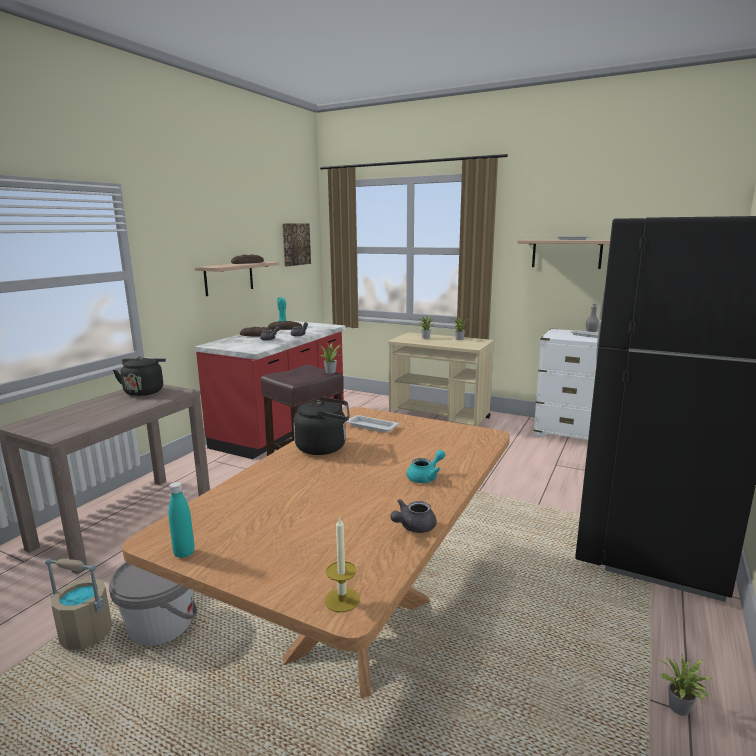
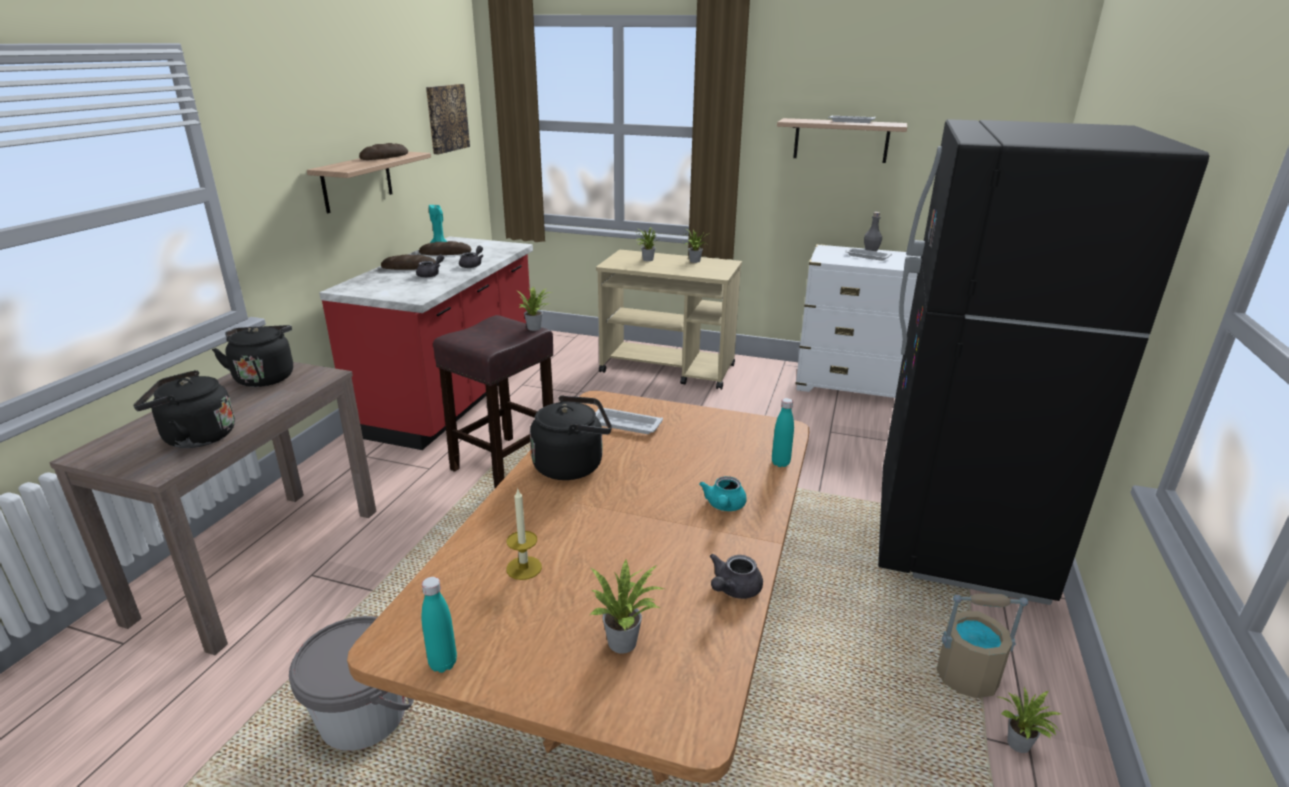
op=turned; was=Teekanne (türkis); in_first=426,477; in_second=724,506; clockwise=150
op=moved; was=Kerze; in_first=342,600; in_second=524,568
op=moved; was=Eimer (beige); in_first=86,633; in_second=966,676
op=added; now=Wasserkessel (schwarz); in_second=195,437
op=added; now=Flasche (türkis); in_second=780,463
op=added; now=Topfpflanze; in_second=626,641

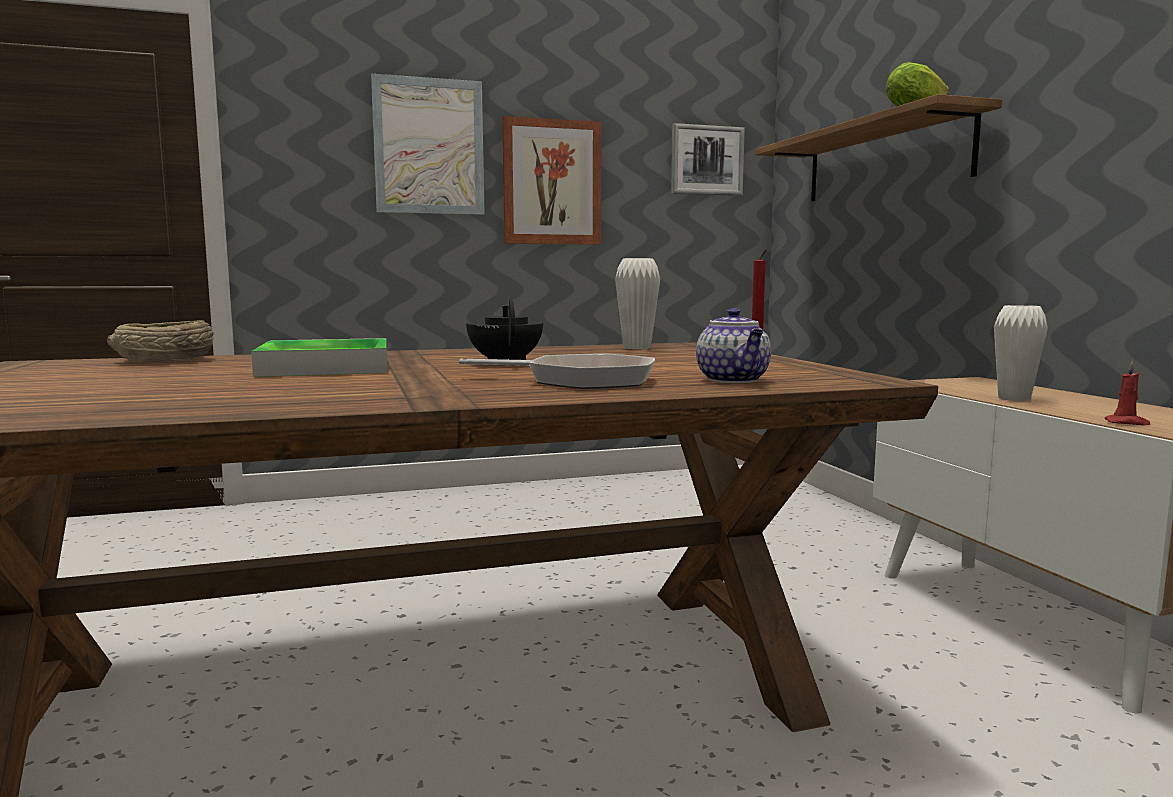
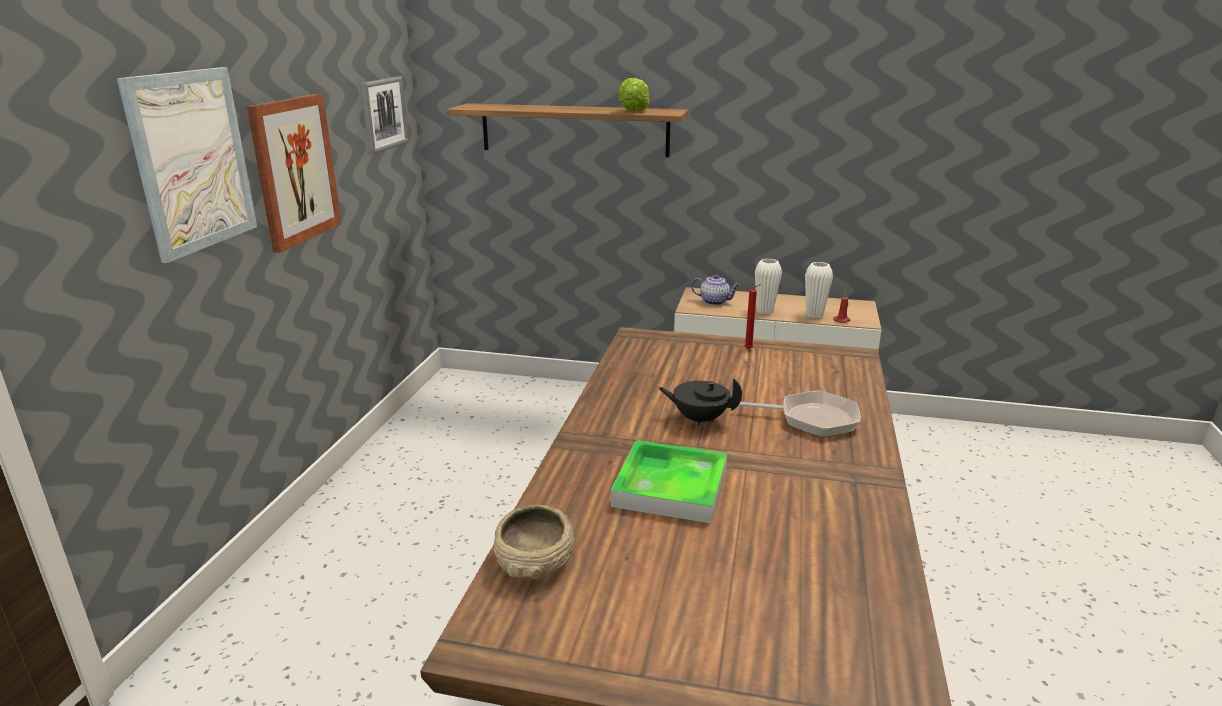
op=moved; was=Vase (weiß); in_first=637,348; in_second=814,315
op=moved; was=Teekanne; in_first=734,380; in_second=715,302
op=turned; was=Pfanne; in_first=581,380; in_second=812,419; clockwise=60

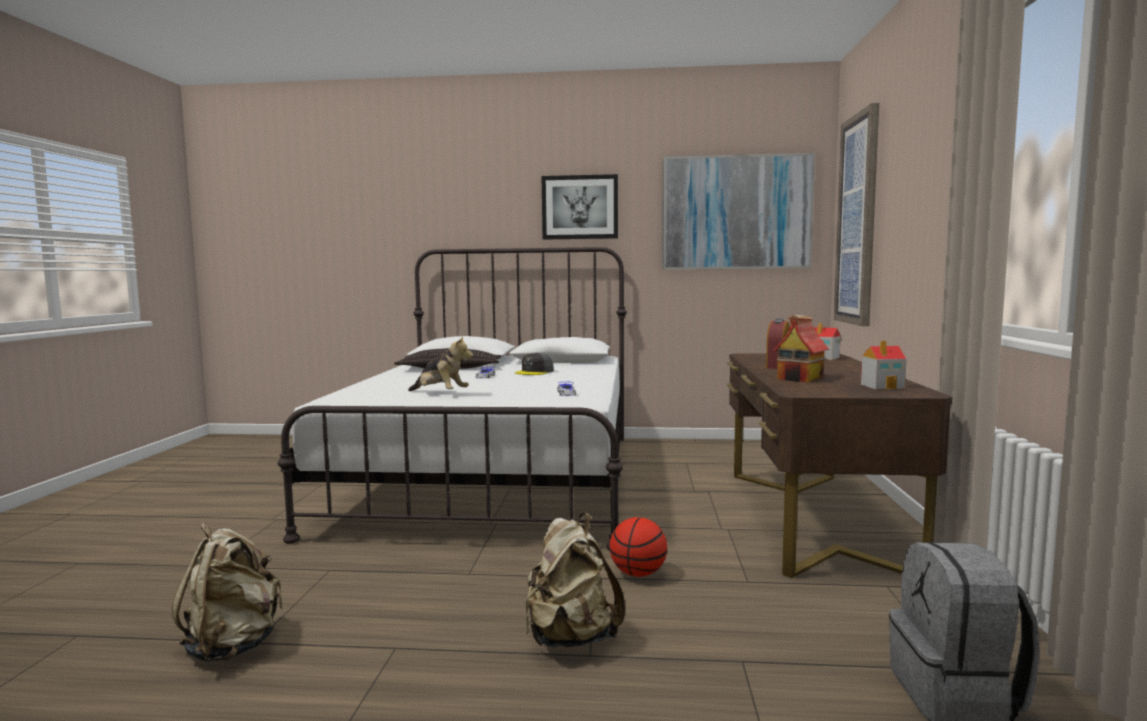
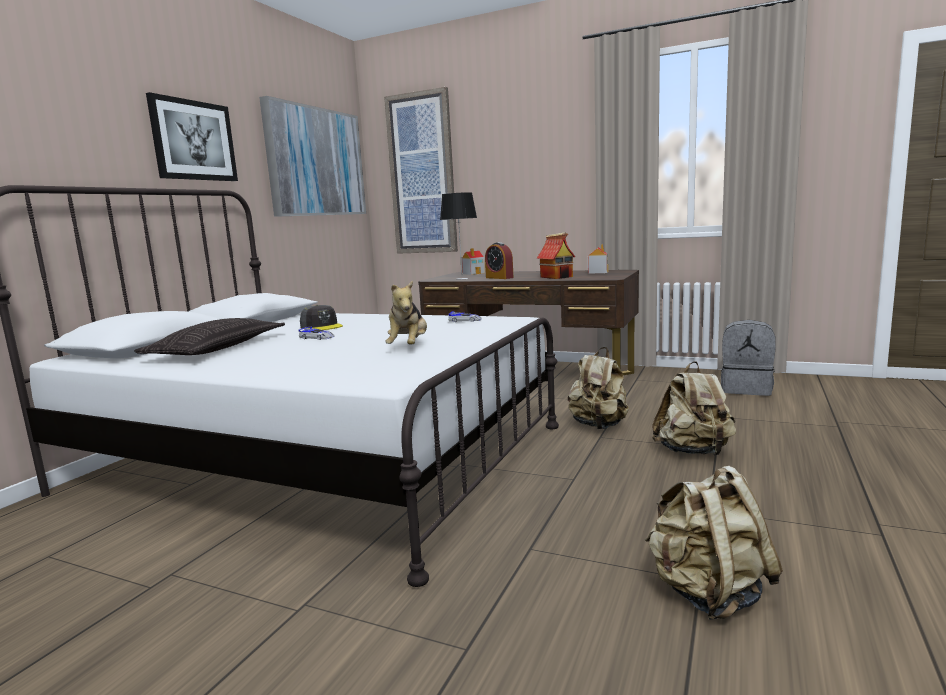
op=turned; was=Plüschtier; in_first=440,394; in_second=409,347; clockwise=135
op=replaced; was=Basketball; now=Rucksack (beige); in_first=638,574; in_second=599,426
op=added; now=Tischlampe; in_second=462,278

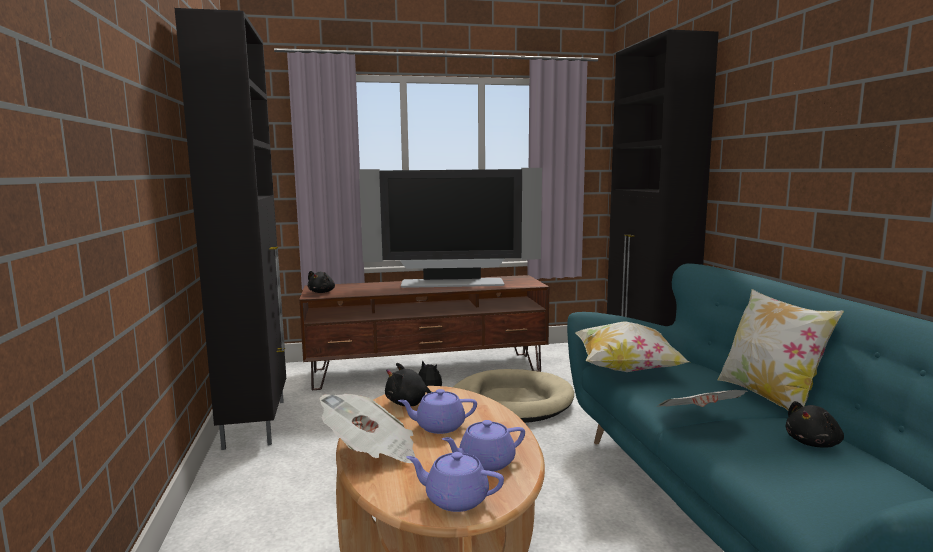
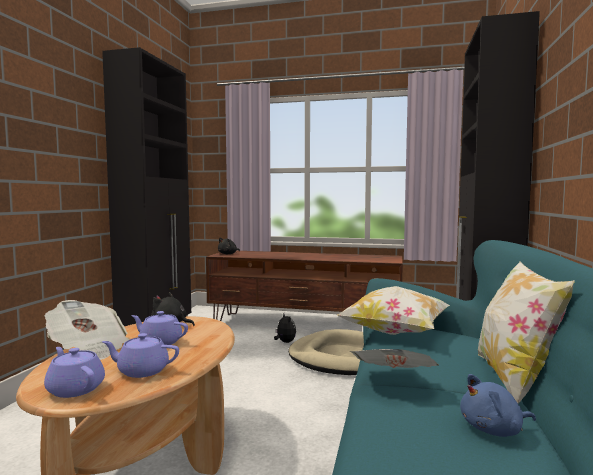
op=removed; was=Fernseher; in_first=452,283
op=recoloured; was=Plüschtier (schwarz); now=Plüschtier (blau); in_first=813,443; in_second=494,430

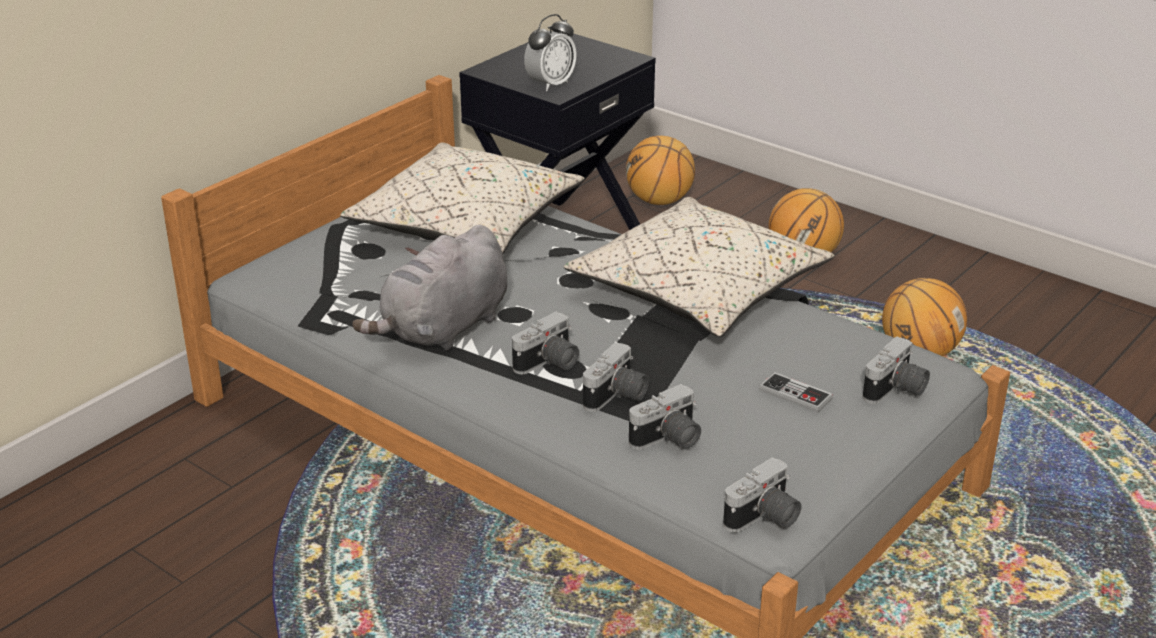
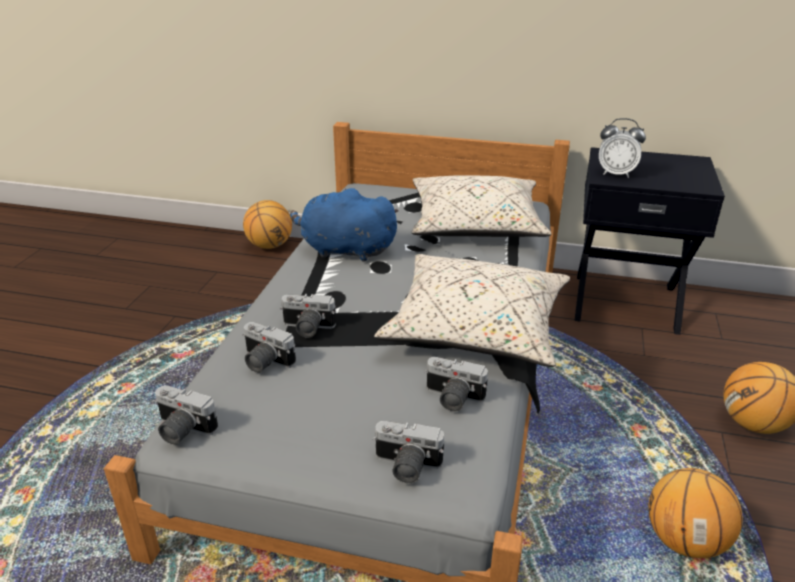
op=moved; was=Basketball; in_first=659,201; in_second=269,246
op=recoloured; was=Plüschtier (grau); now=Plüschtier (blau); in_first=443,329; in_second=344,250
op=moved; was=Kamera; in_first=549,364; in_second=452,399
op=removed; was=Gamepad; in_first=795,395

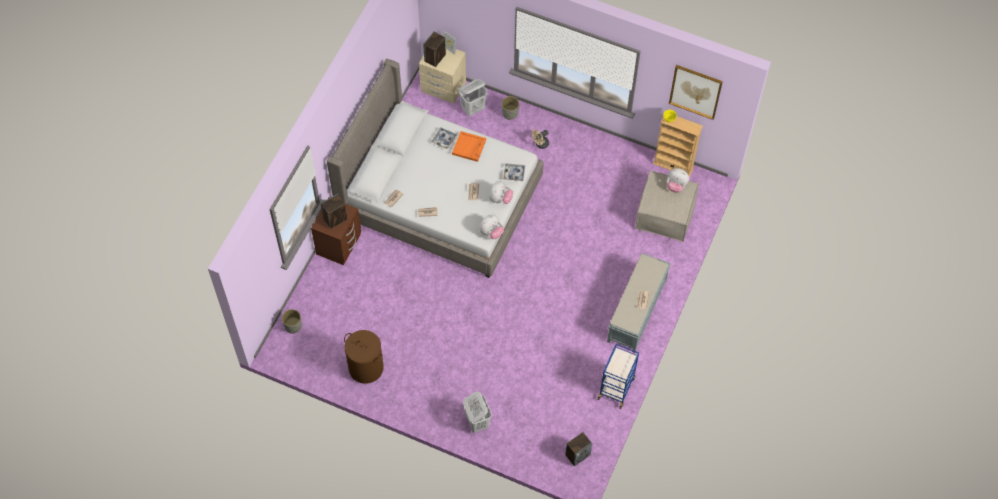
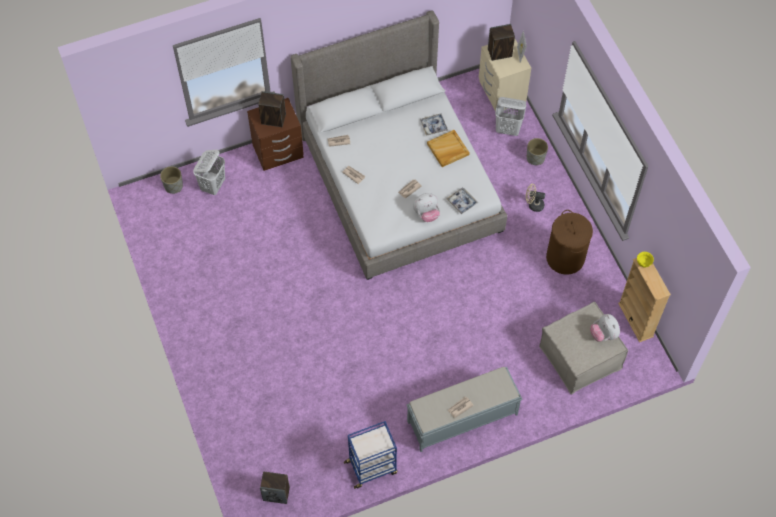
op=removed; was=Bild; in_first=695,91
op=recoloured; was=Tablett (orange); now=Tablett (beige); in_first=469,147; in_second=448,149
op=removed; was=Plüschtier; in_first=491,232
op=moved; was=Wäschekorb (braun); in_first=366,367; in_second=565,258
op=moved; was=Wäschekorb (weiß); in_first=477,422; in_second=213,185

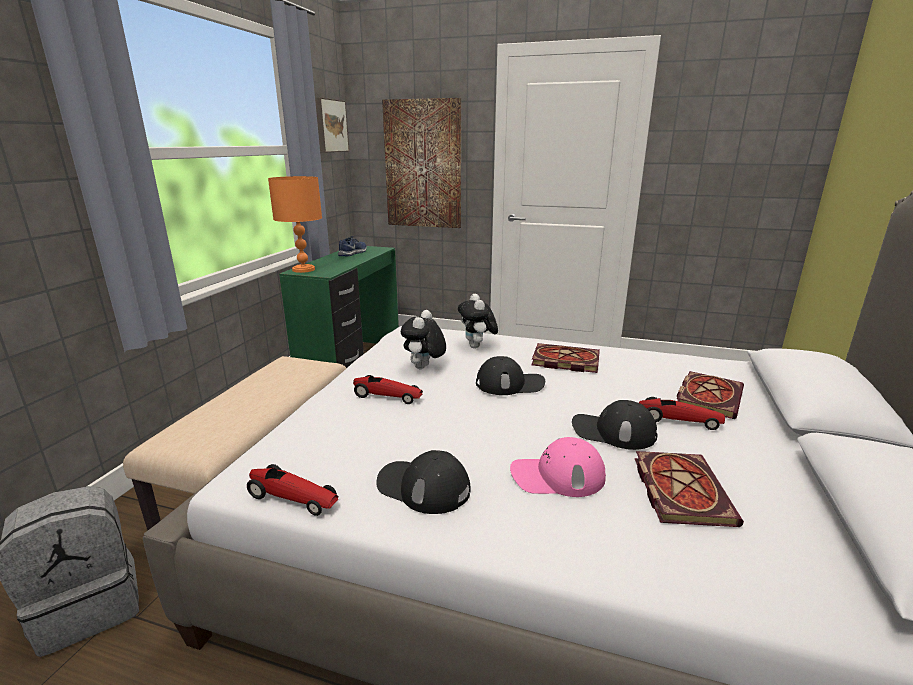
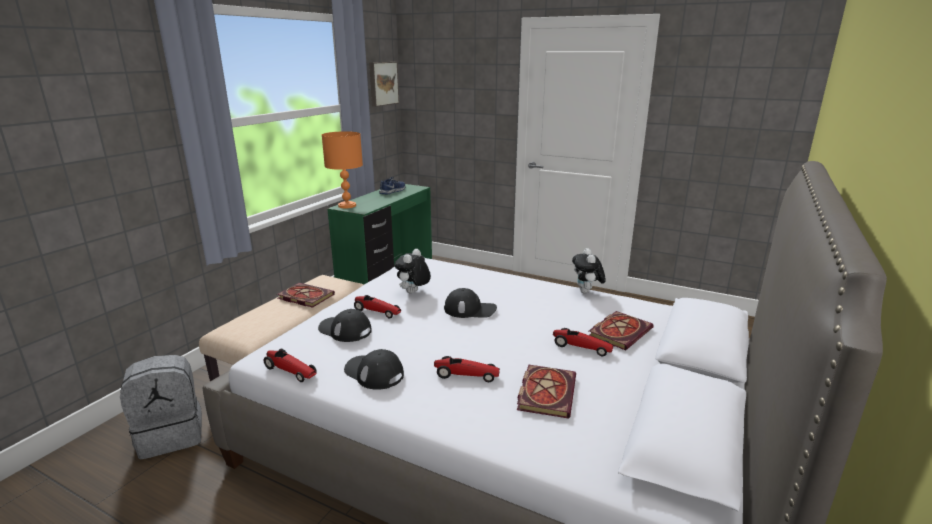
op=removed; was=Bild; in_first=423,165
op=moved; was=Plüschtier; in_first=477,347; in_second=586,292
op=moved; was=Buch; in_first=563,361; in_second=304,297
op=moved; was=Kappe (schwarz); in_first=613,431; in_second=345,330
op=replaced; was=Kappe (rosa); now=Spielzeugauto; in_first=557,476; in_second=466,375

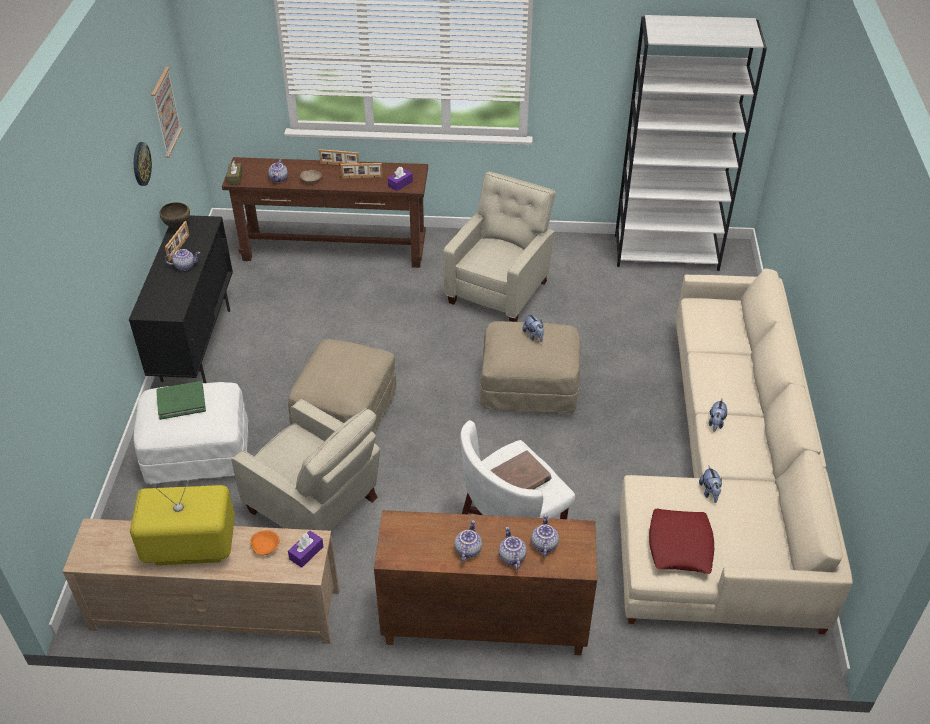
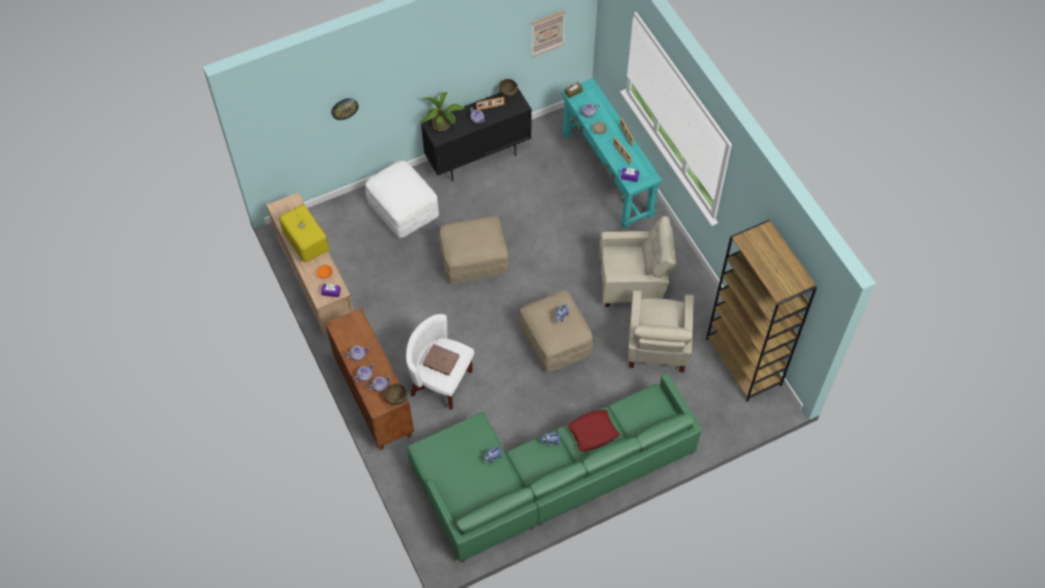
op=recoloured; was=Bücherregal (weiß); now=Bücherregal (braun); in_first=666,252; in_second=744,362
op=moved; was=Wanduhr; in_first=141,164; in_second=344,108
op=recoloured; was=Konsolentisch (braun); now=Konsolentisch (türkis); in_first=334,250; in_second=607,174
op=recoloured; was=Sofa (beige); now=Sofa (grün); in_first=728,482; in_second=545,476
op=removed; was=Buch (grün); in_first=181,402
op=moved; was=Sessel (beige); in_first=316,507; in_second=656,347
op=moved; was=Kissen (rot); in_first=680,545; in_second=592,432
op=added; now=Topfpflanze; in_second=443,125
op=added; now=Schüssel (braun); in_second=397,399

